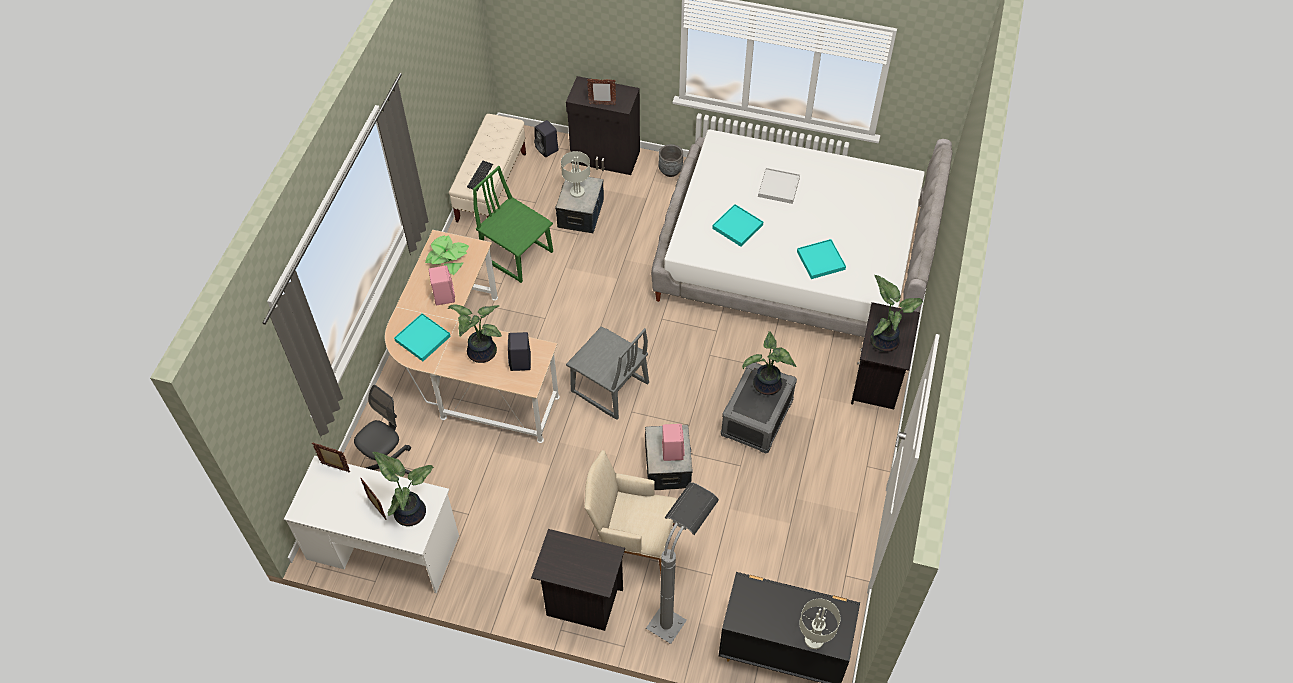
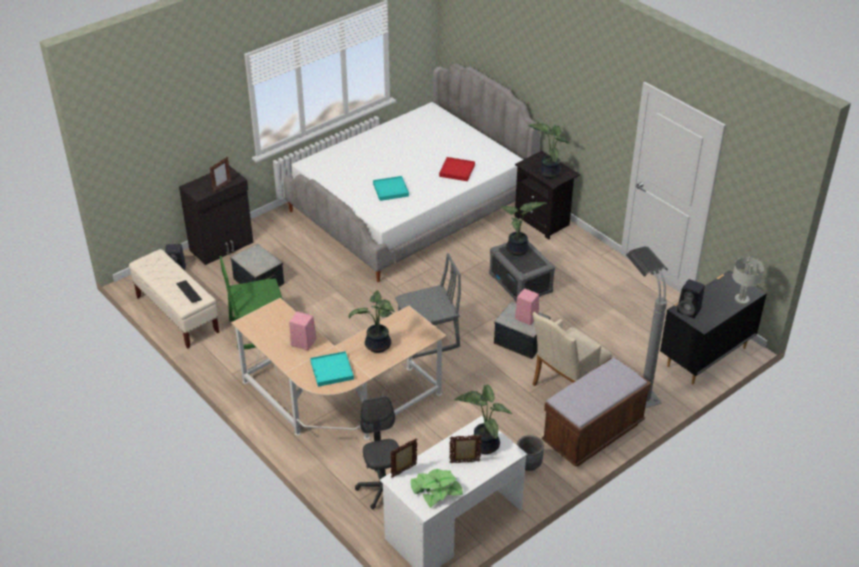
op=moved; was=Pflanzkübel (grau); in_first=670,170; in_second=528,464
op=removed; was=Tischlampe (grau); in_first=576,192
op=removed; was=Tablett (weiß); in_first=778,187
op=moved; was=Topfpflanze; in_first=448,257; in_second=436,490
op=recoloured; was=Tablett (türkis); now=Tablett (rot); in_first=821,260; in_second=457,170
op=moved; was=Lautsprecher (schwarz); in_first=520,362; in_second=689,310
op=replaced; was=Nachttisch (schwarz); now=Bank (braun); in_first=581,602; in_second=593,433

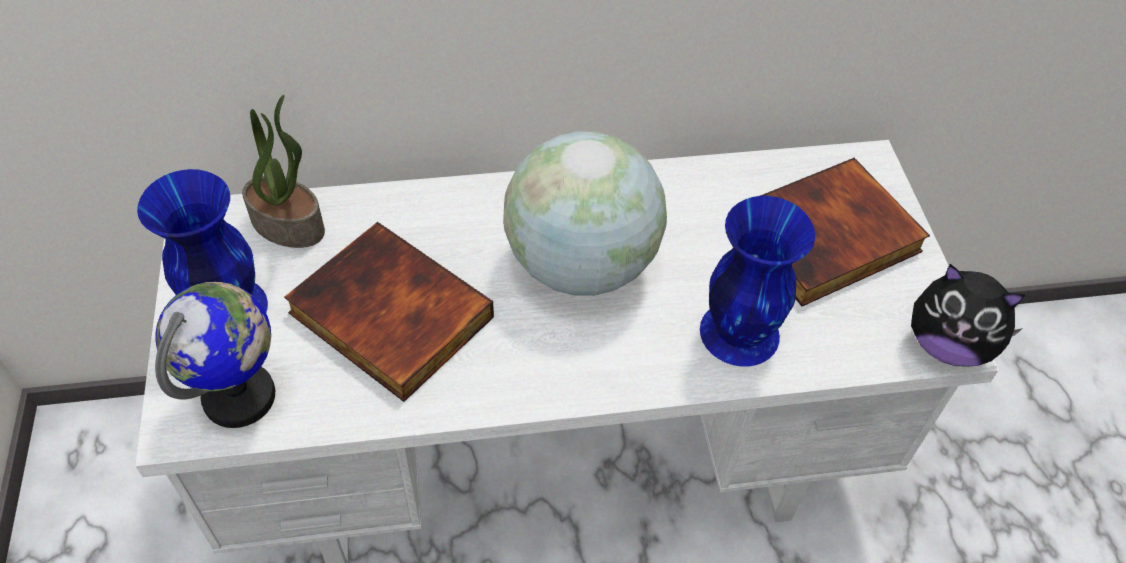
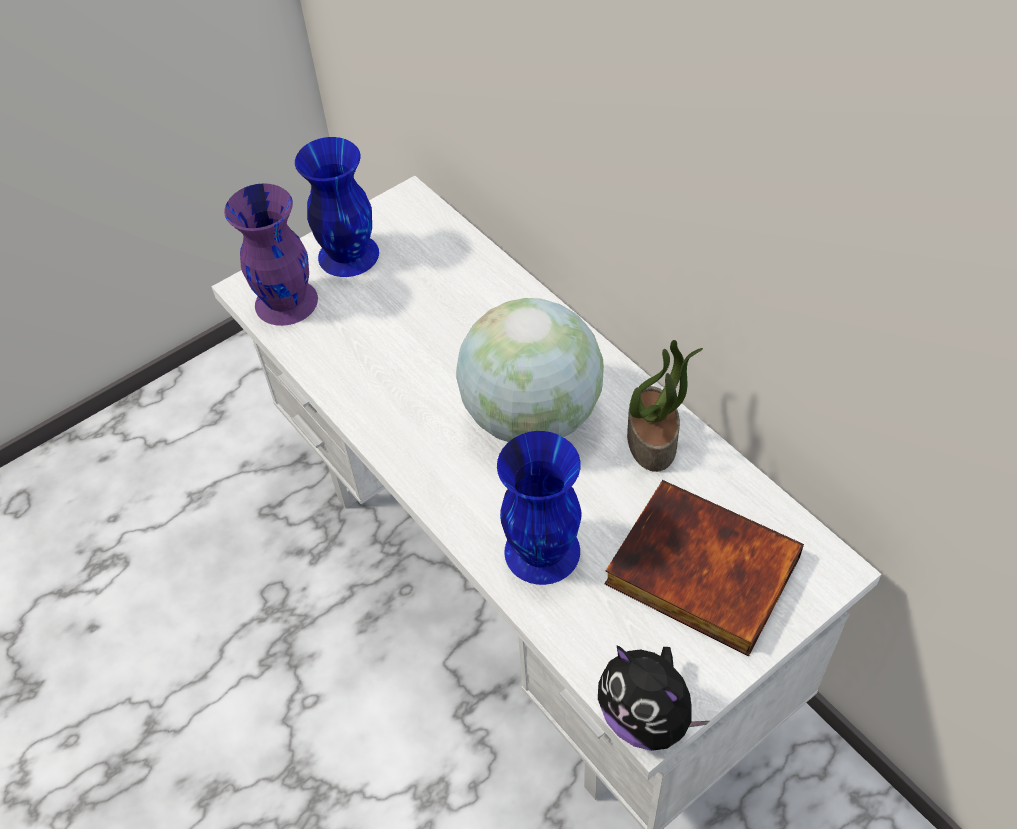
op=moved; was=Topfpflanze; in_first=289,224; in_second=653,441
op=removed; was=Buch; in_first=387,316
op=turned; was=Plüschtier; in_first=947,345; in_second=646,716; clockwise=-45
op=replaced; was=Globus; now=Vase (lila); in_first=240,397; in_second=287,301

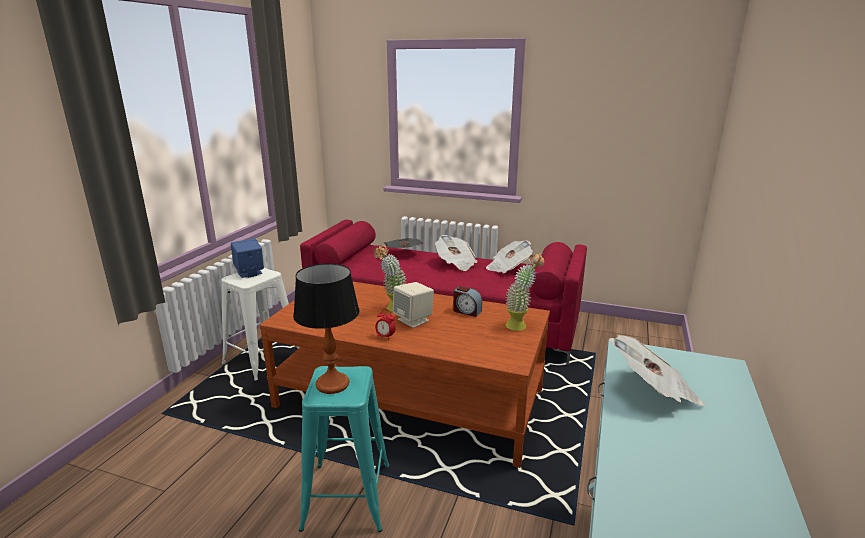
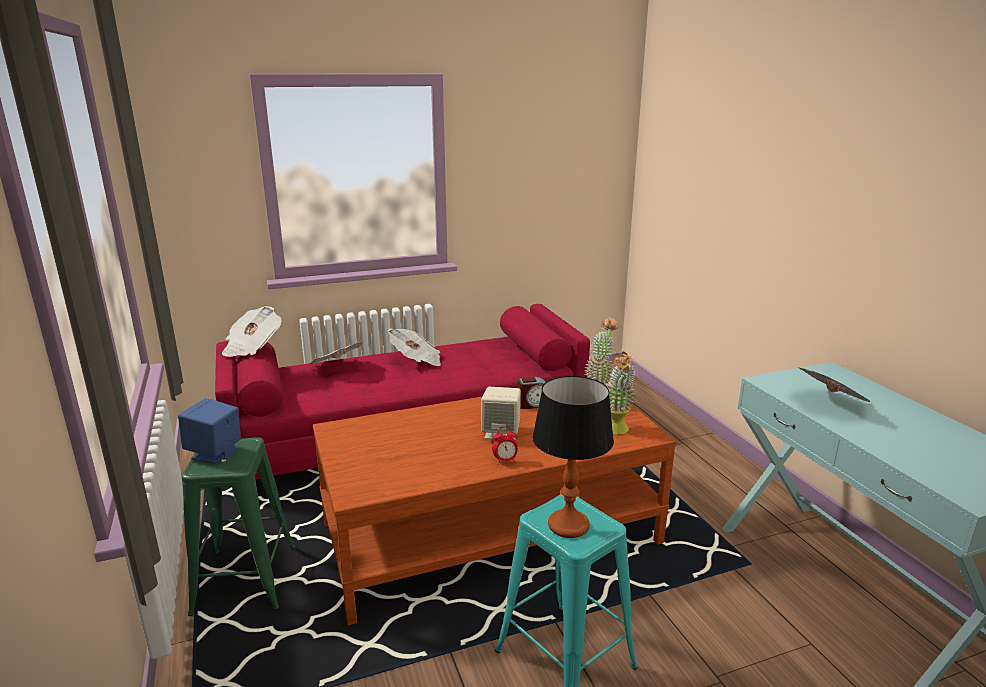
op=moved; was=Zeitung; in_first=508,268; in_second=252,347
op=moved; was=Topfpflanze; in_first=392,309; in_second=616,431
op=recoloured; was=Hocker (weiß); now=Hocker (grün); in_first=262,360; in_second=244,580

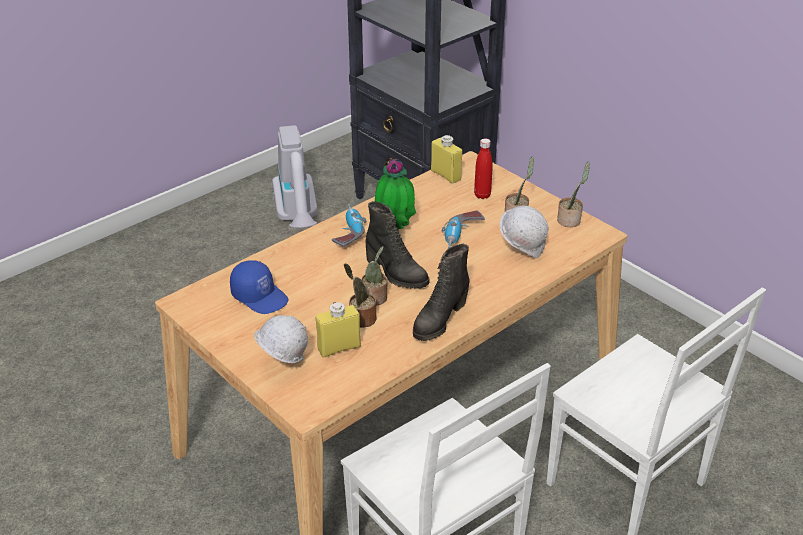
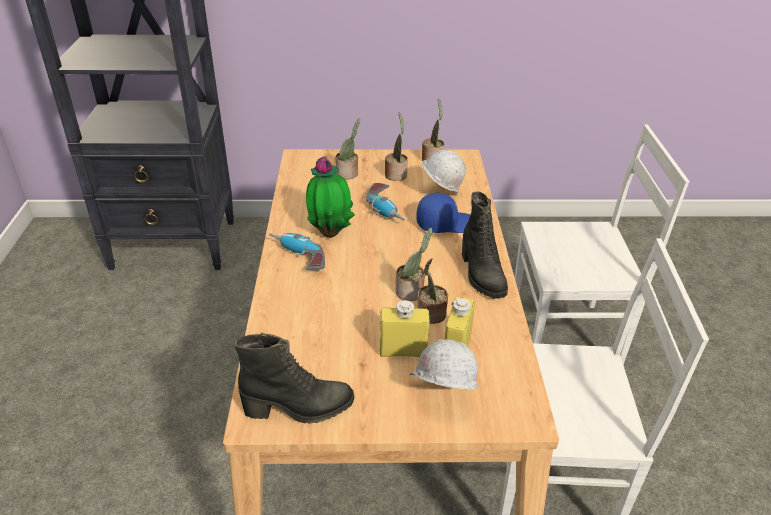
op=removed; was=Staubsauger; in_first=298,219
op=moved; was=Flasche (gelb); in_first=446,175; in_second=403,351
op=replaced; was=Flasche (rot); now=Topfpflanze; in_first=482,195; in_second=348,174
op=moved; was=Stiefel (schwarz); in_first=396,274; in_second=298,409
op=moved; was=Kappe (blau); in_first=260,296; in_second=445,223

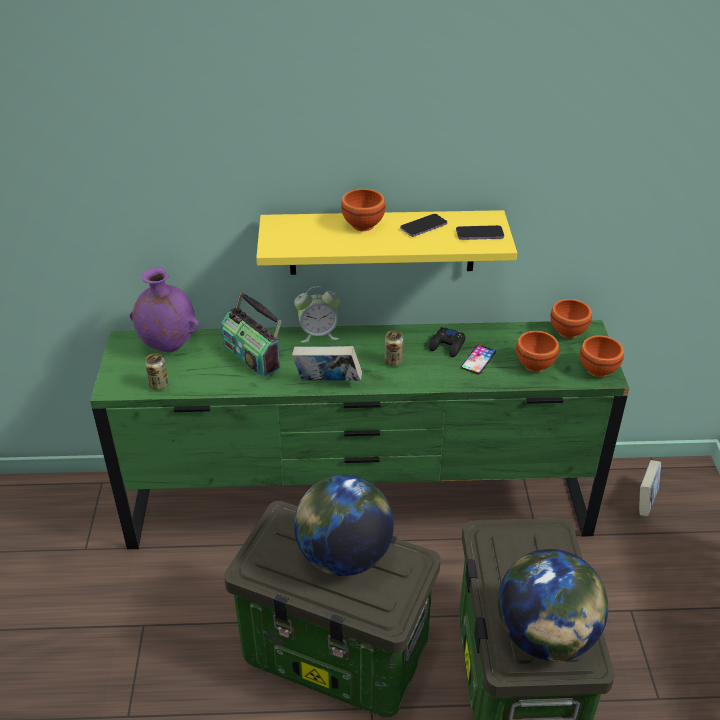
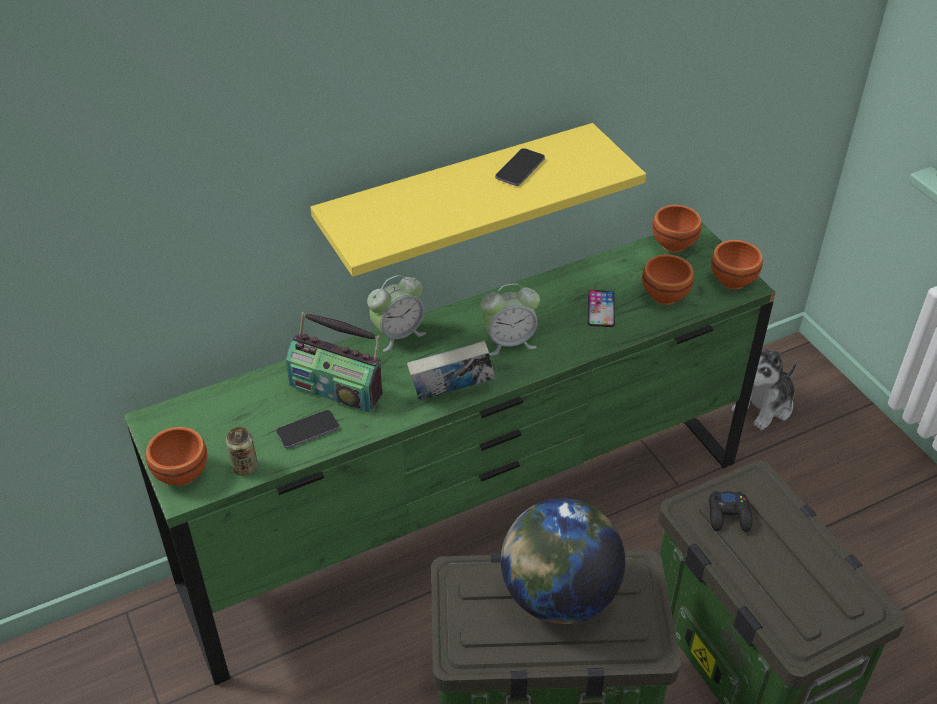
op=moved; was=Schüssel (braun); in_first=364,225; in_second=183,474
op=moved; was=Handy; in_first=479,234; in_second=308,430
op=removed; was=Vase (lila); in_first=168,346
op=moved; was=Gamepad (schwarz); in_first=447,346; in_second=729,515
op=replaced; was=Dose; now=Wecker; in_first=393,362; in_second=509,342
op=replaced; was=Buch; now=Plüschtier; in_first=645,502; in_second=764,406
op=removed; was=Globus; in_first=545,636

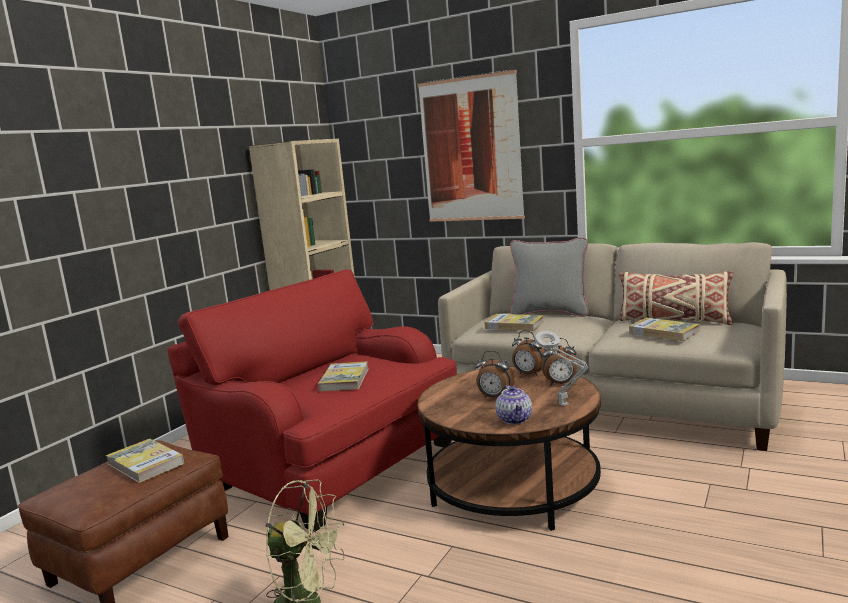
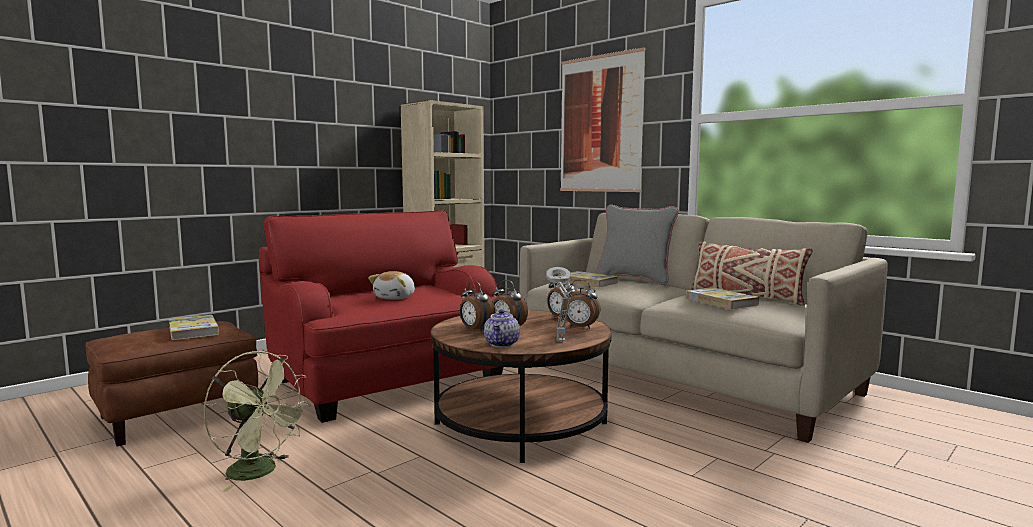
op=replaced; was=Buch; now=Plüschtier; in_first=344,379; in_second=396,298
op=added; now=Wecker; in_second=475,330

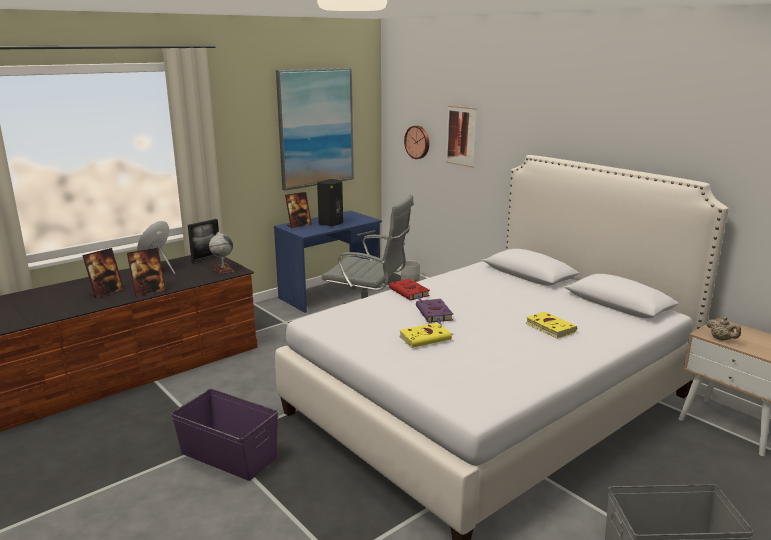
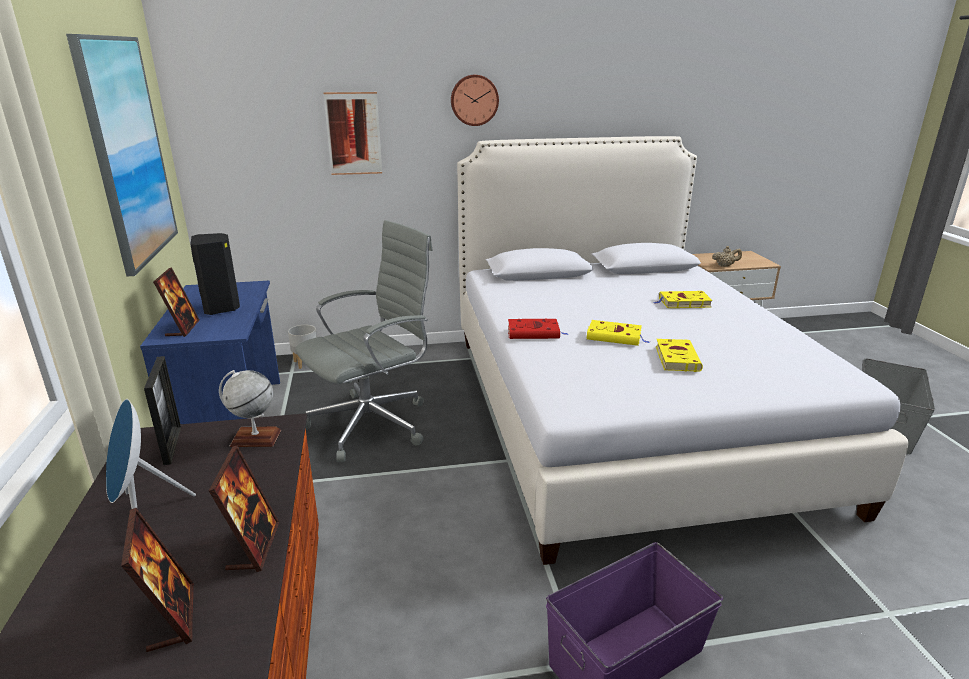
op=moved; was=Wanduhr; in_first=418,142; in_second=474,100
op=recoloured; was=Buch (lila); now=Buch (gelb); in_first=434,314; in_second=615,337

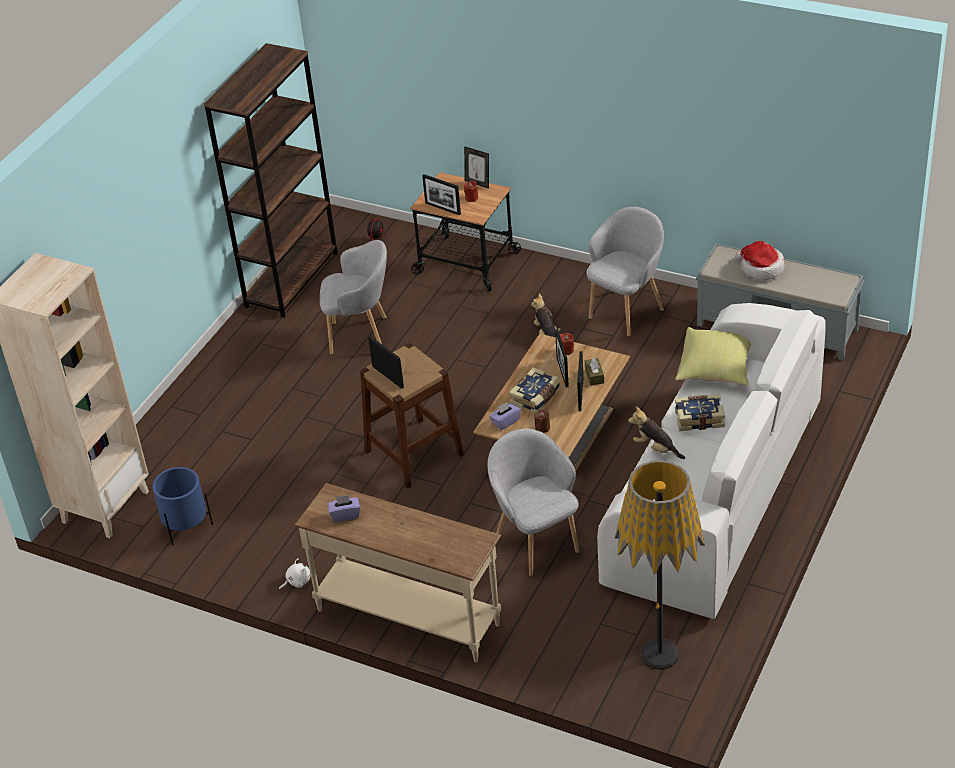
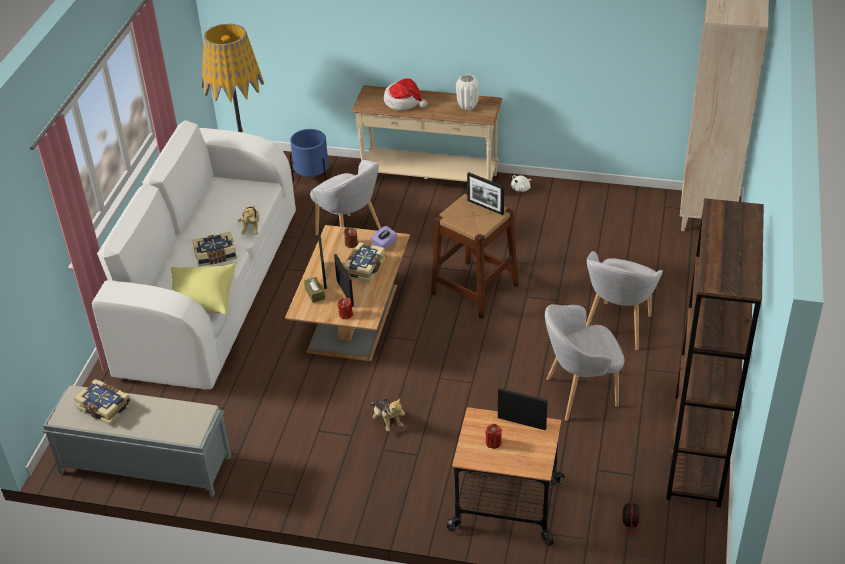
op=removed; was=Bilderrahmen; in_first=478,183
op=moved; was=Sessel (grau); in_first=626,311; in_second=617,327
op=moved; was=Hut; in_first=760,268; in_second=403,102
op=turned; was=Plüschtier; in_first=656,448; in_second=251,228; clockwise=60
op=moved; was=Pflanzkübel (blau); in_first=186,527; in_second=312,177
op=replaced; was=Taschentuchbox (lila); now=Vase (weiß); in_first=345,515; in_second=467,106
op=added; now=Buch; in_second=105,407

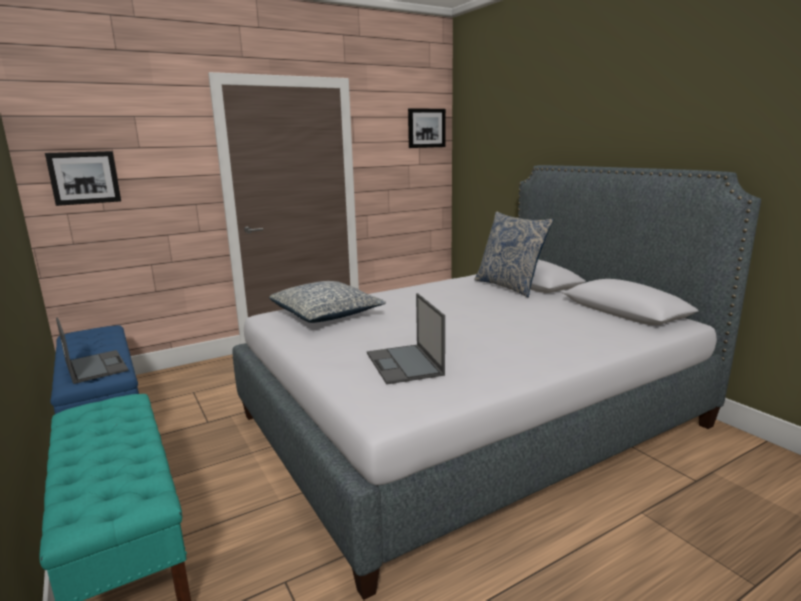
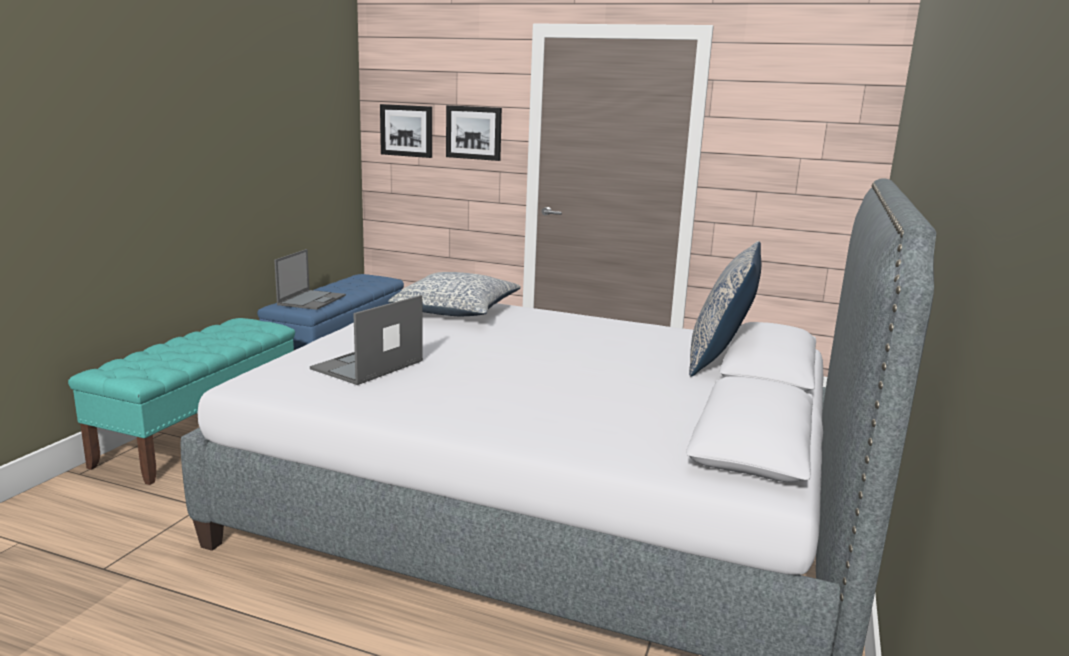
op=moved; was=Bild; in_first=426,128; in_second=474,132

